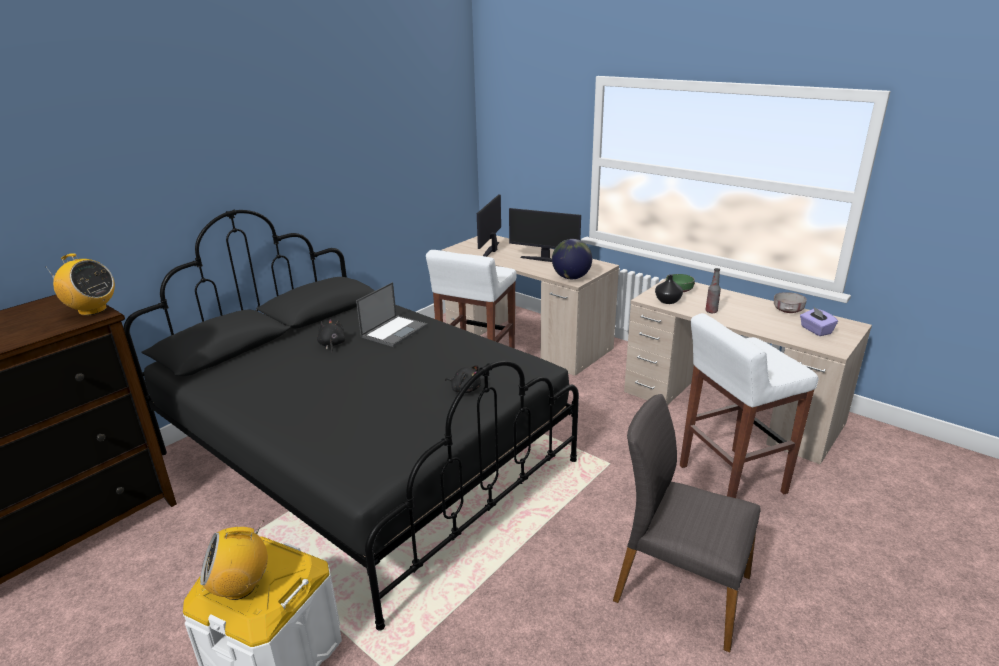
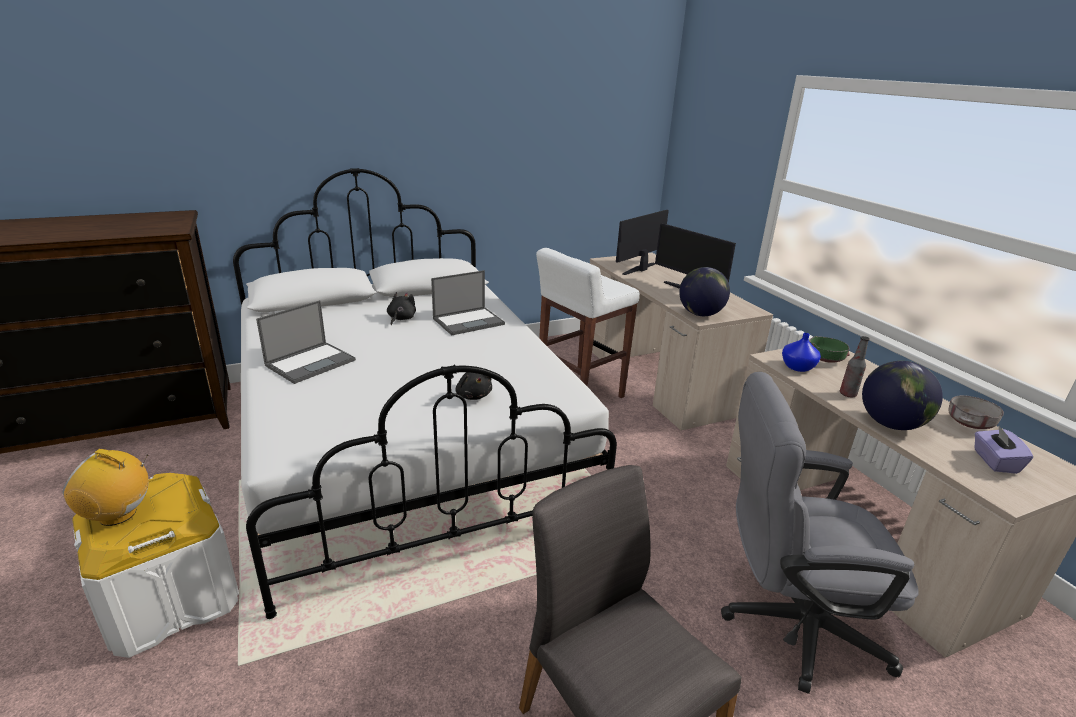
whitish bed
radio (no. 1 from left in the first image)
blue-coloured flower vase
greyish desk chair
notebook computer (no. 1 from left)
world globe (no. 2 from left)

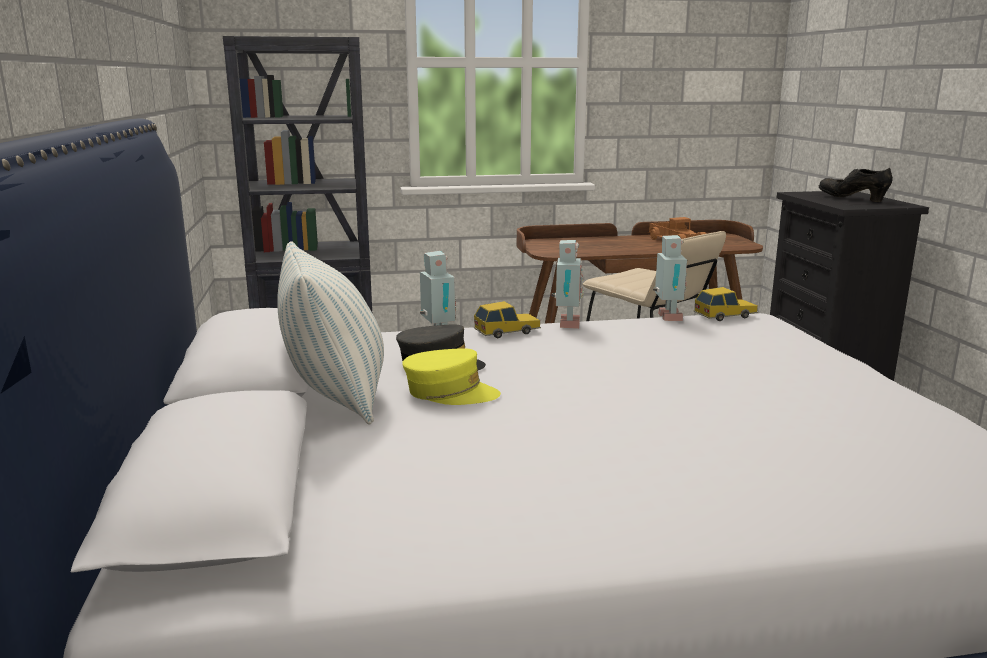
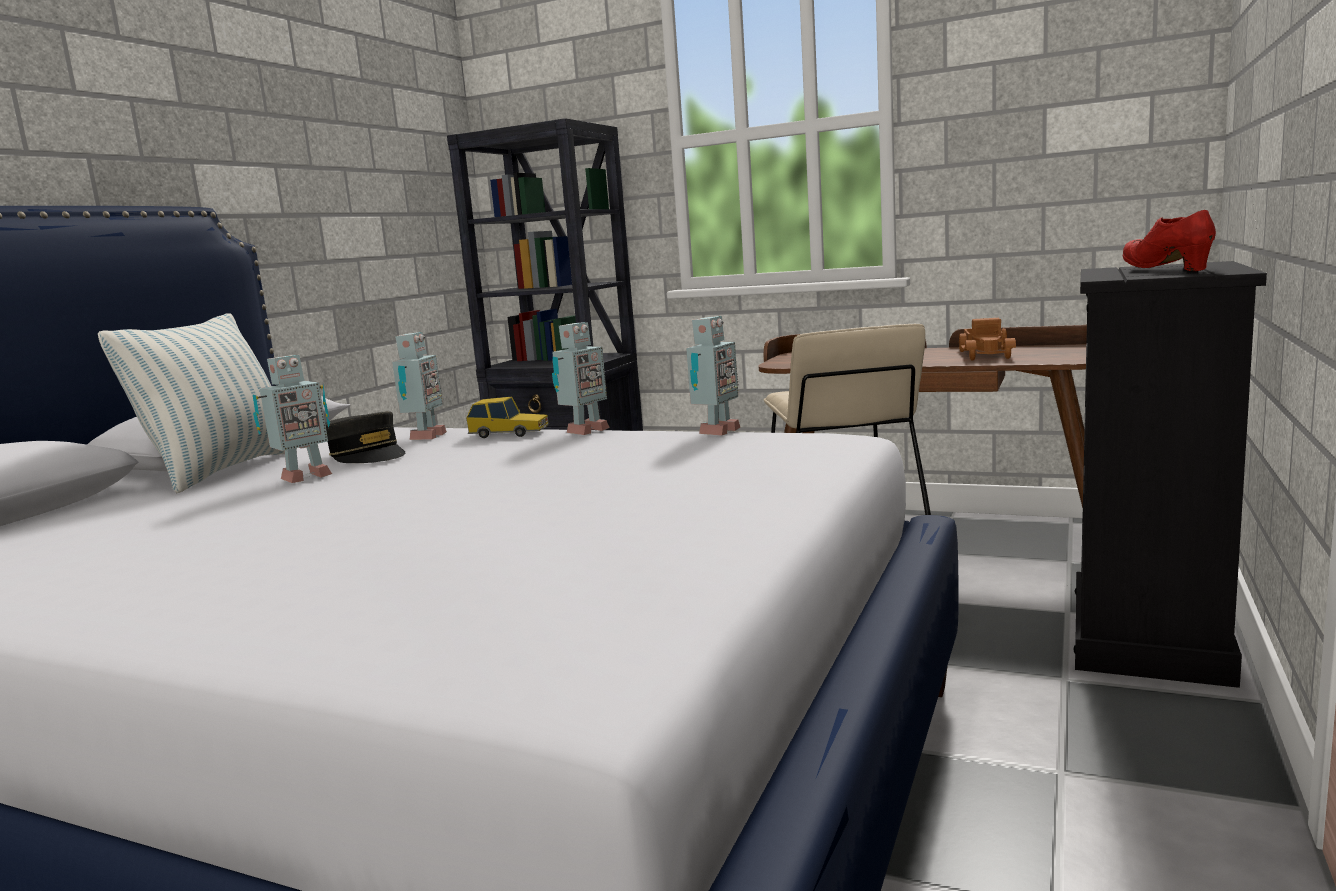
red-coloured shoe
miniature car (no. 2 from left in the first image)
model robot (no. 1 from left)

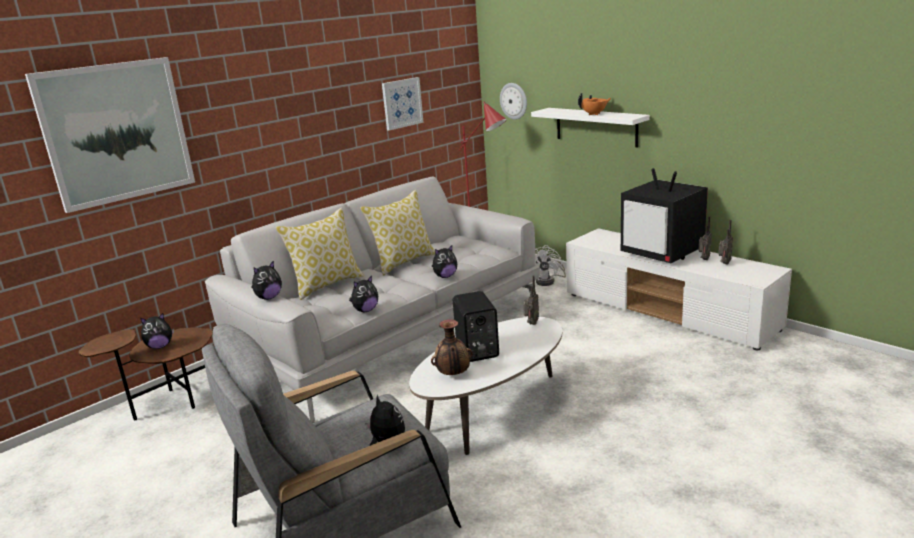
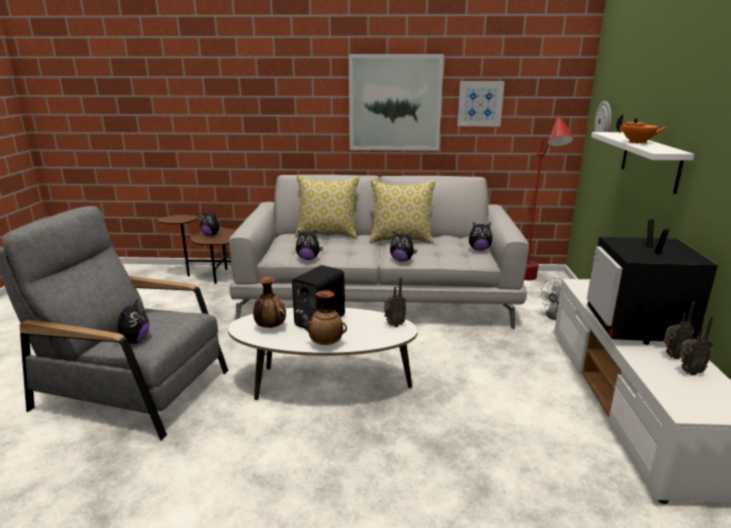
wall picture (no. 1 from left)
cuddly toy (no. 5 from left)
flower vase (no. 2 from left)

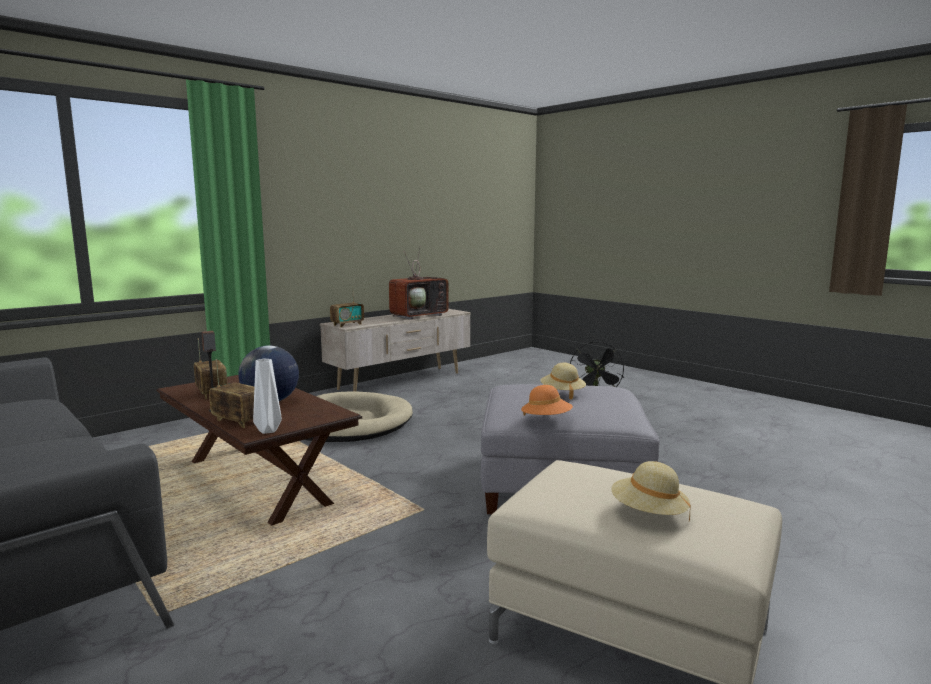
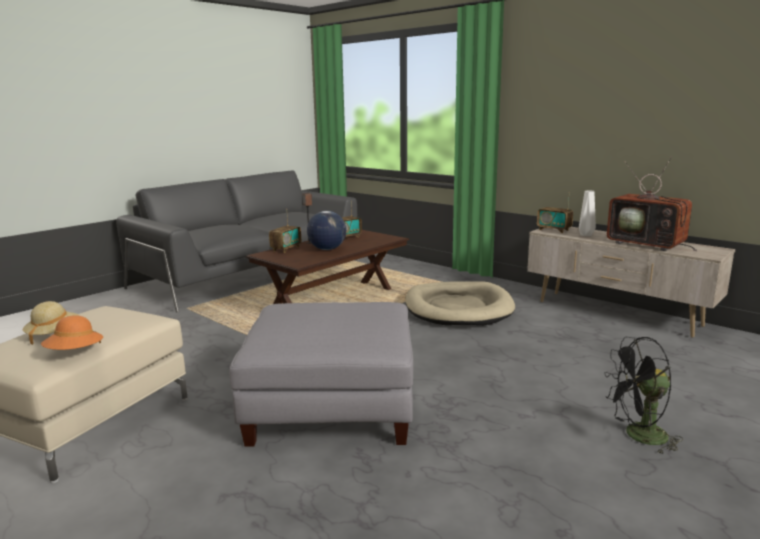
whitish flower vase
sand-coloured clothing hat (no. 1 from left in the first image)
orangey clothing hat

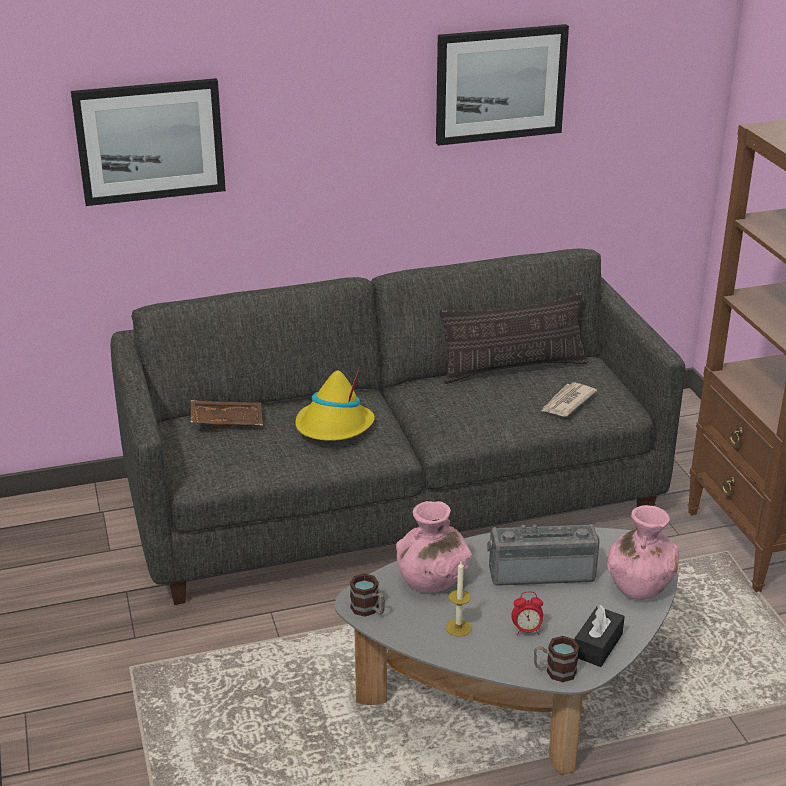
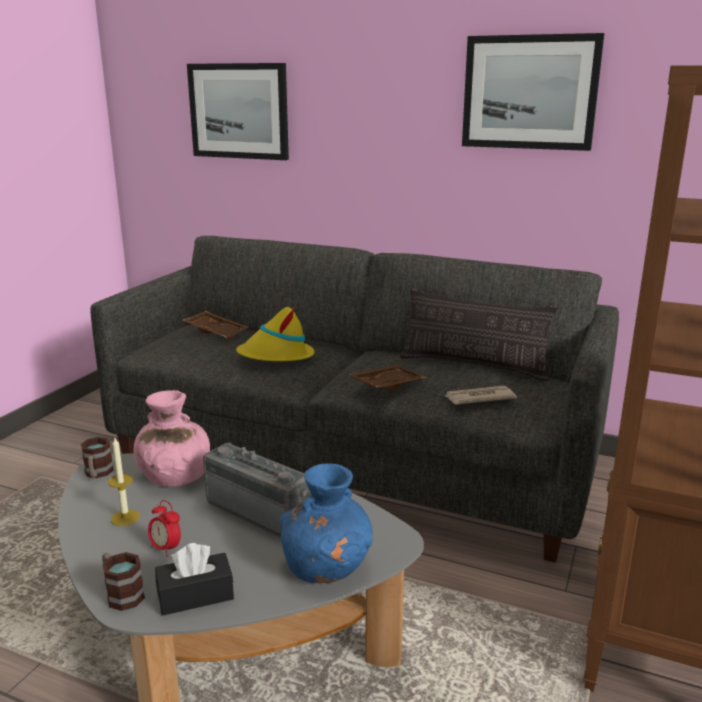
blue-coloured flower vase
brown serving tray (no. 2 from left)

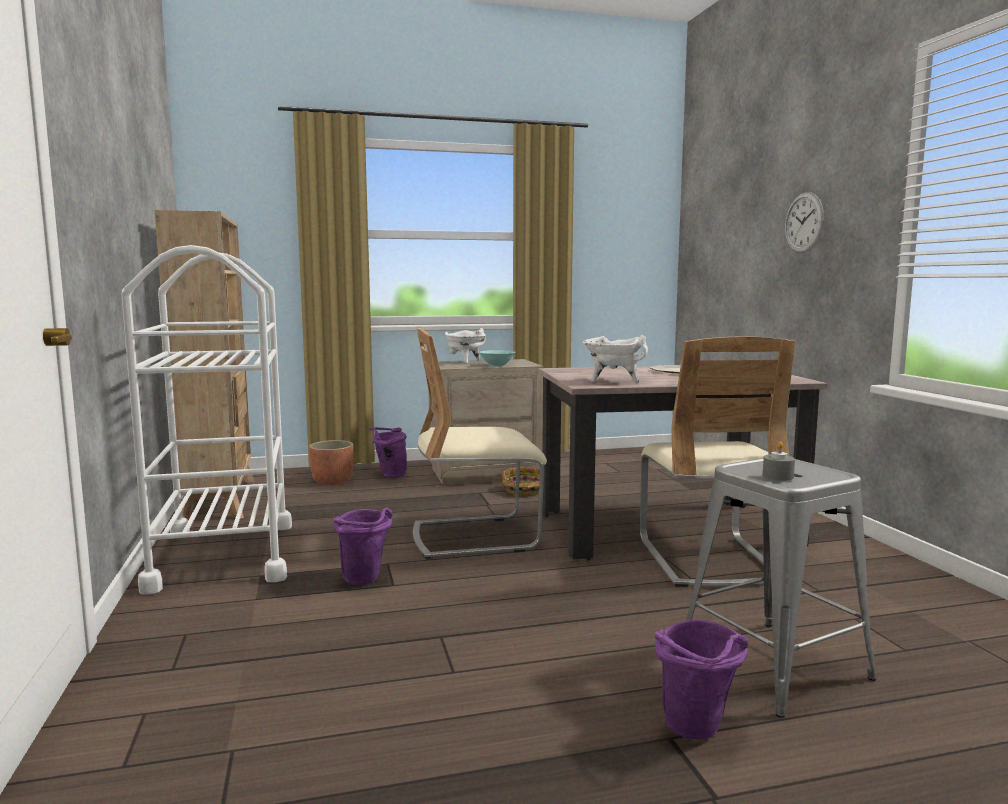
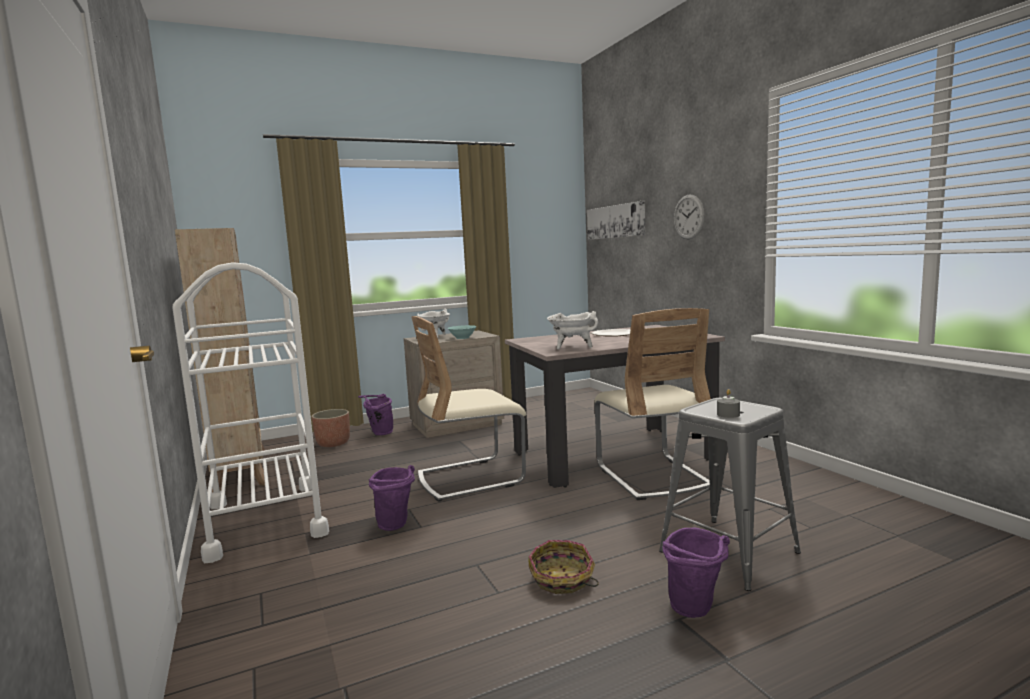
household basket
wall picture

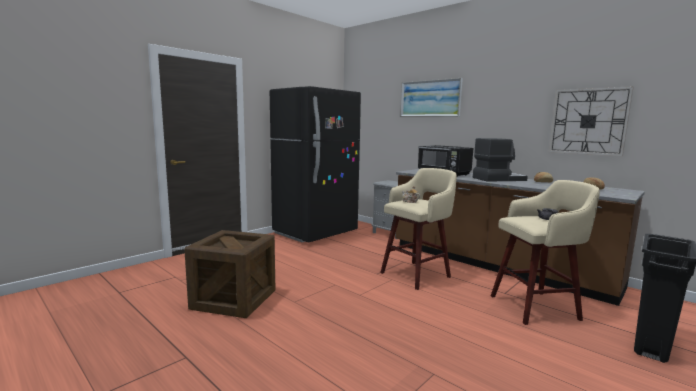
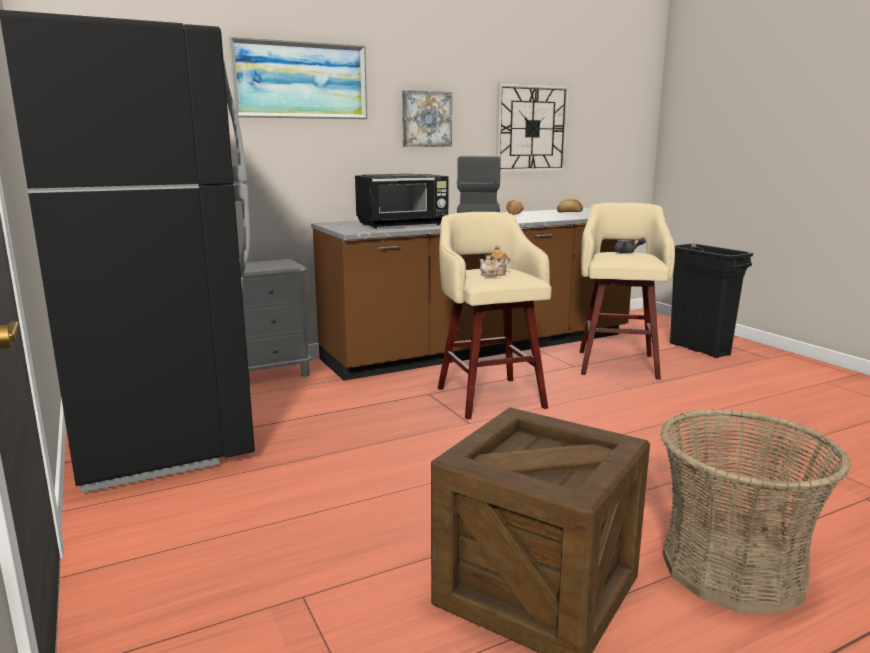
wall picture (no. 2 from left)
household basket

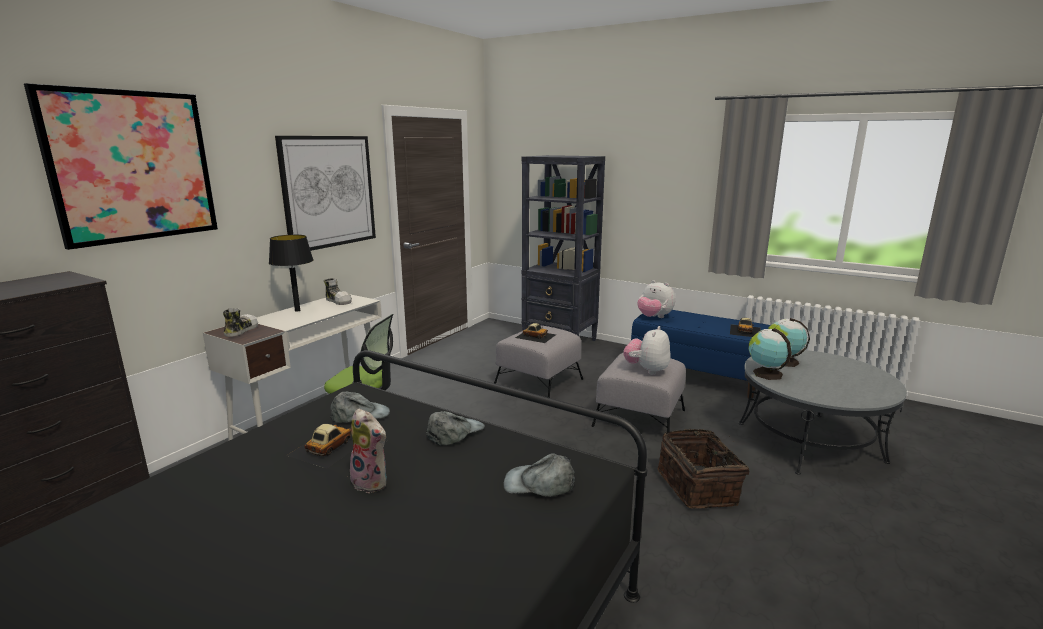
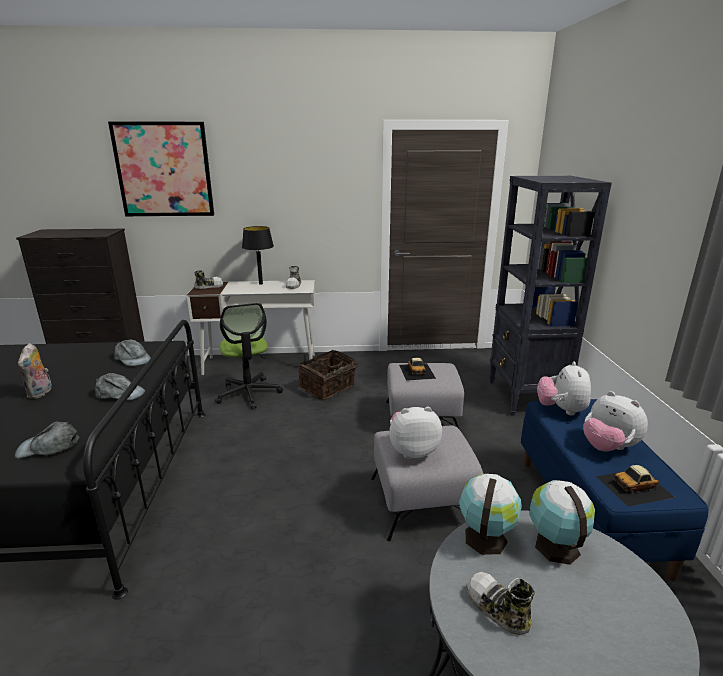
wall picture (no. 2 from left in the first image)
miniature car (no. 1 from left in the first image)
household basket
greyish peaked cap (no. 1 from left)
cuddly toy (no. 4 from left)
shoe (no. 3 from left)

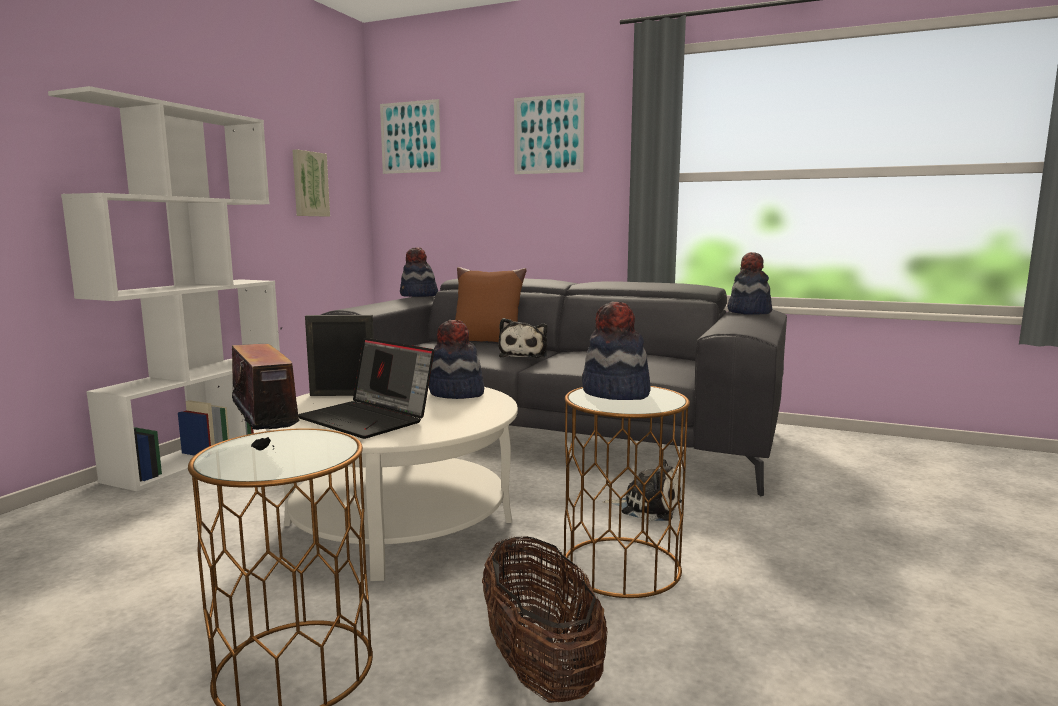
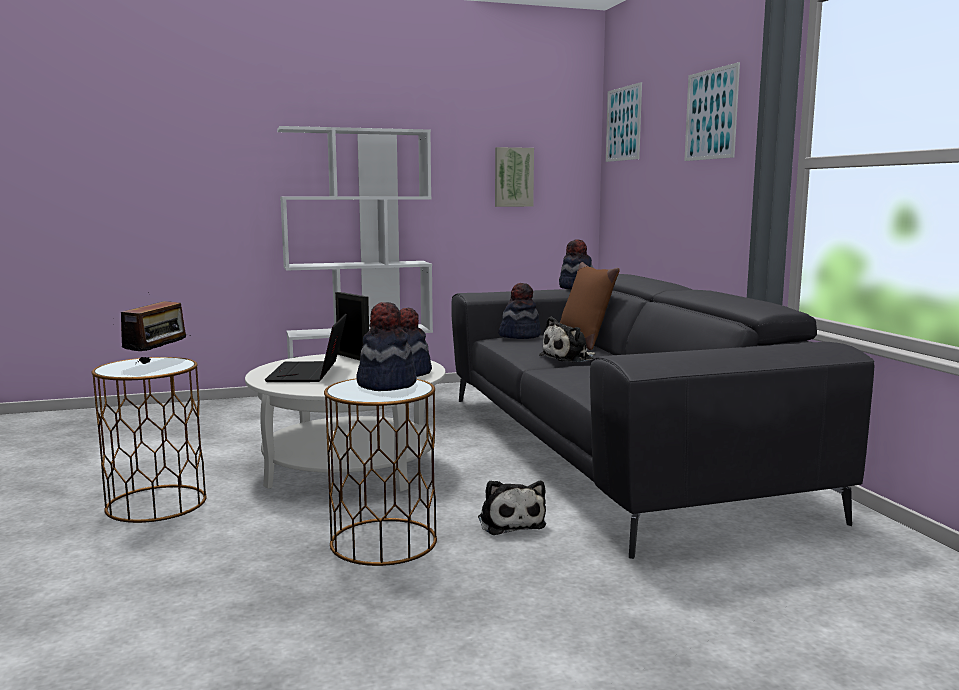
clothing hat (no. 3 from left)
household basket

